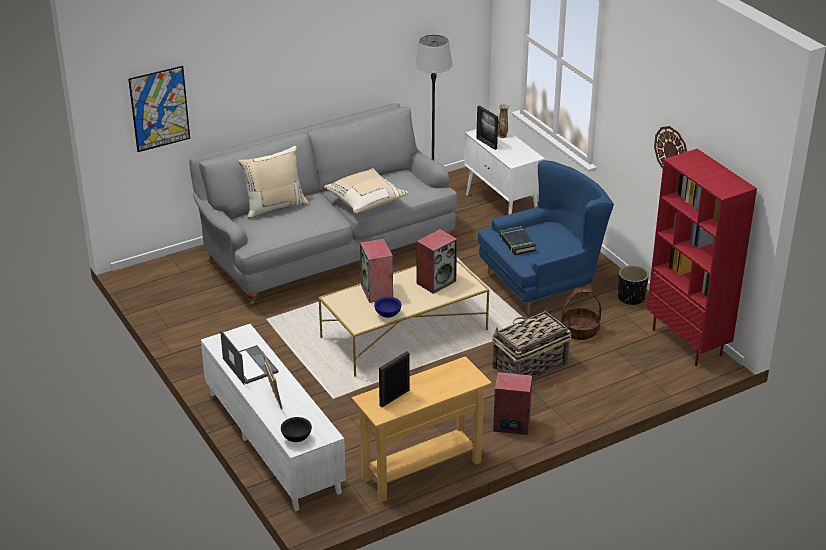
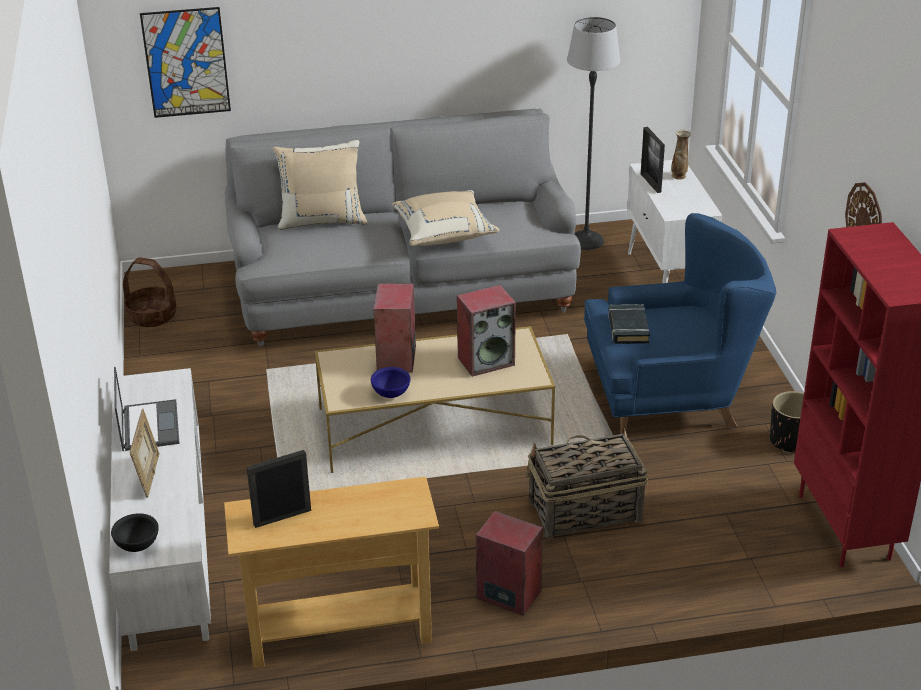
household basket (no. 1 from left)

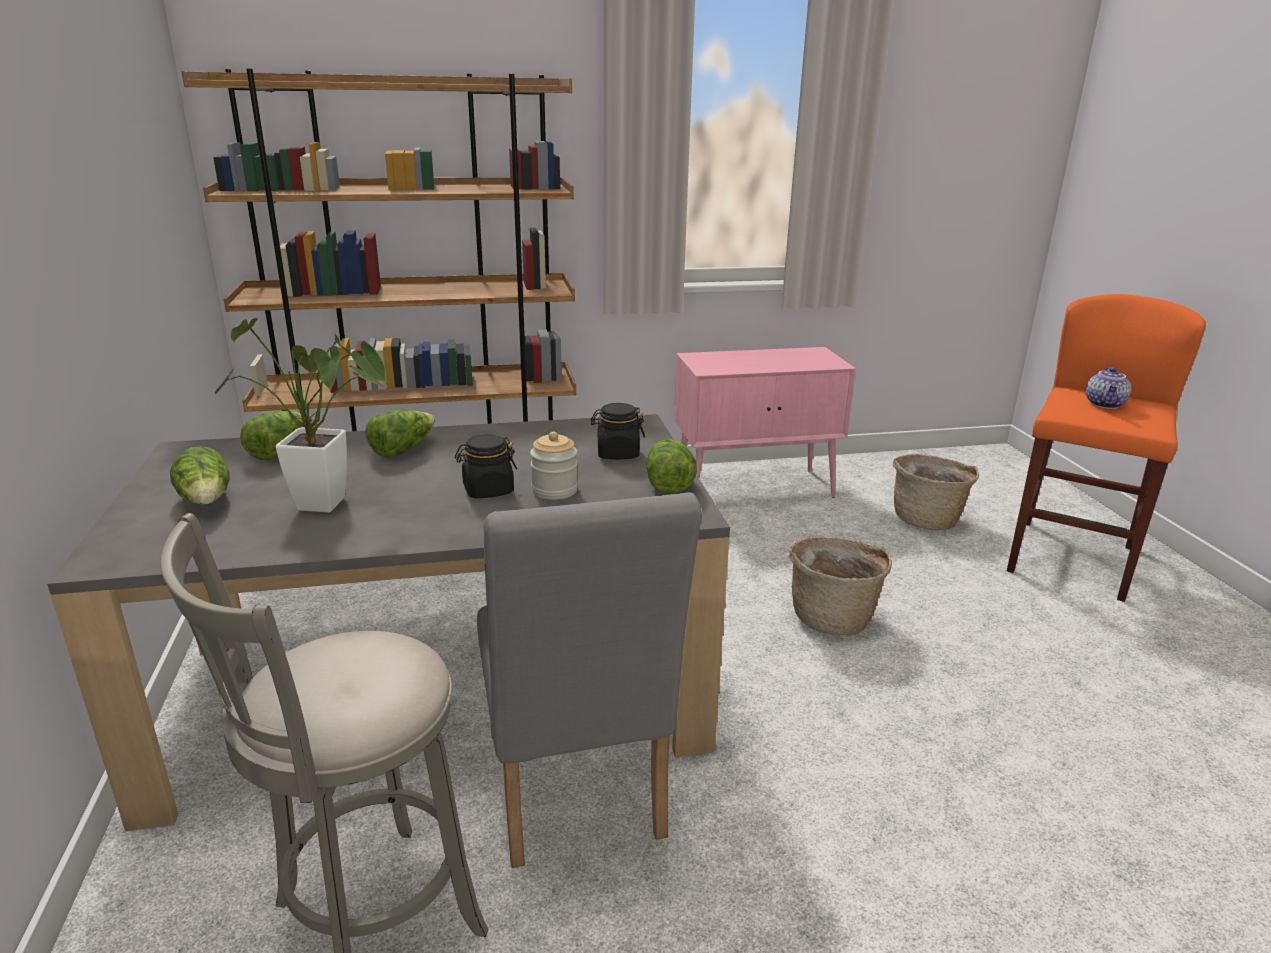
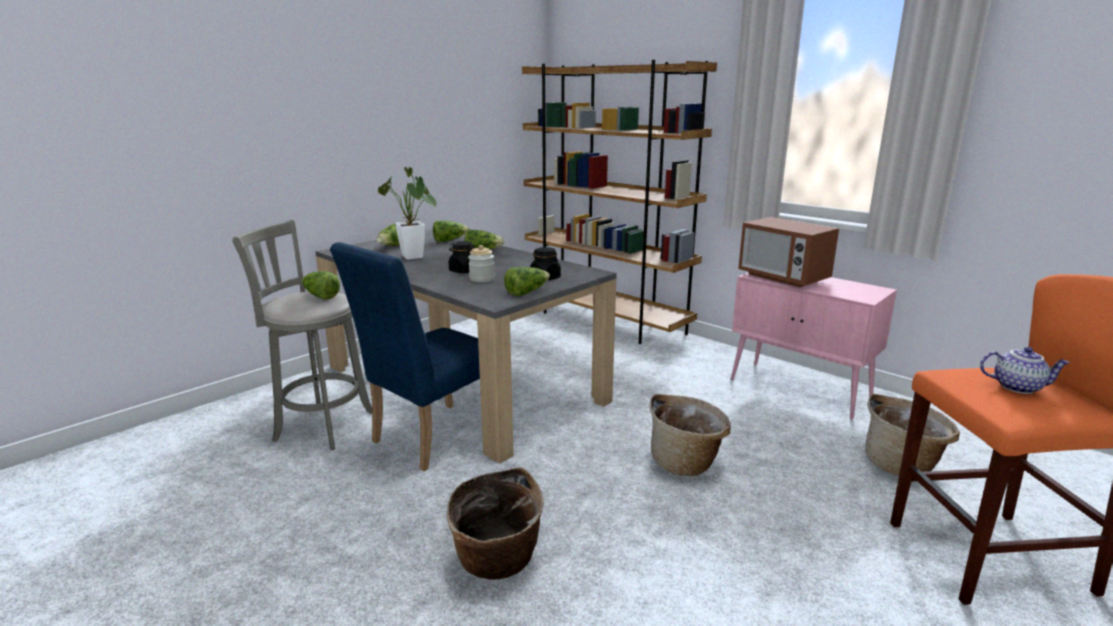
teapot
blue-coloured upright chair
microwave oven
lettuce (no. 1 from left)
household basket (no. 1 from left)

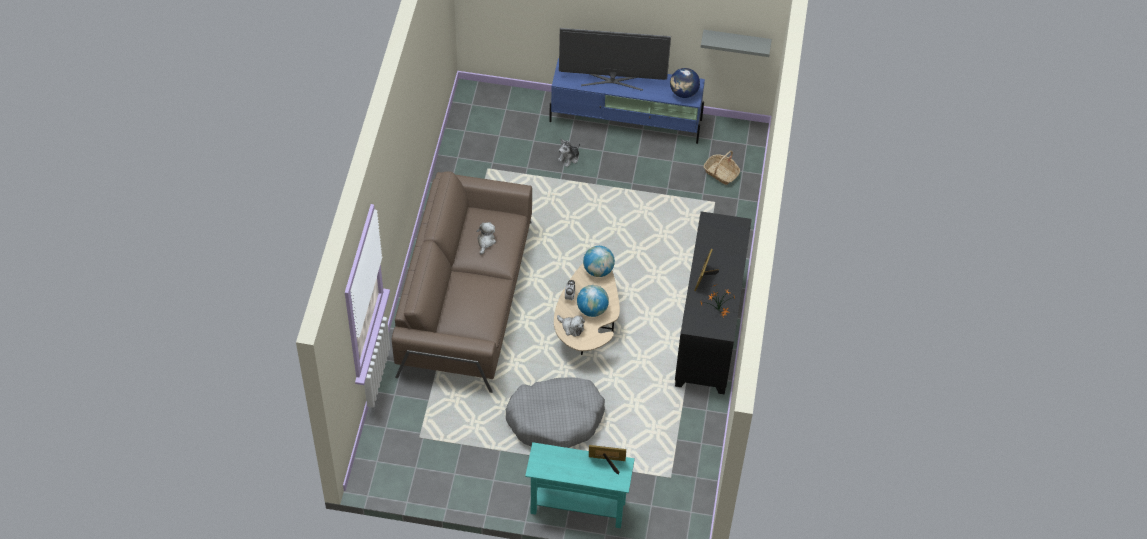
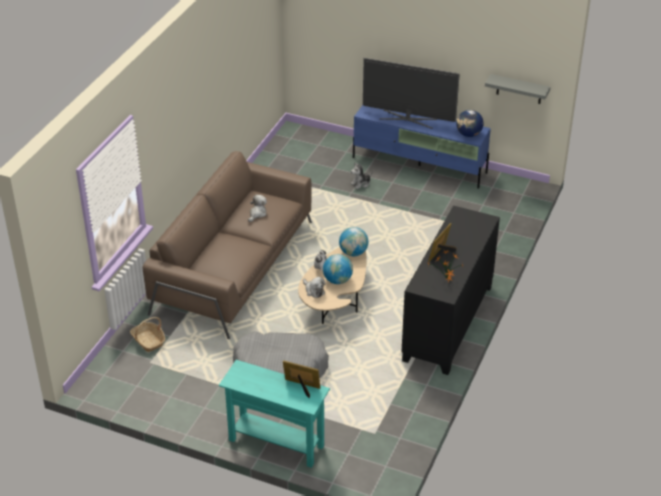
household basket

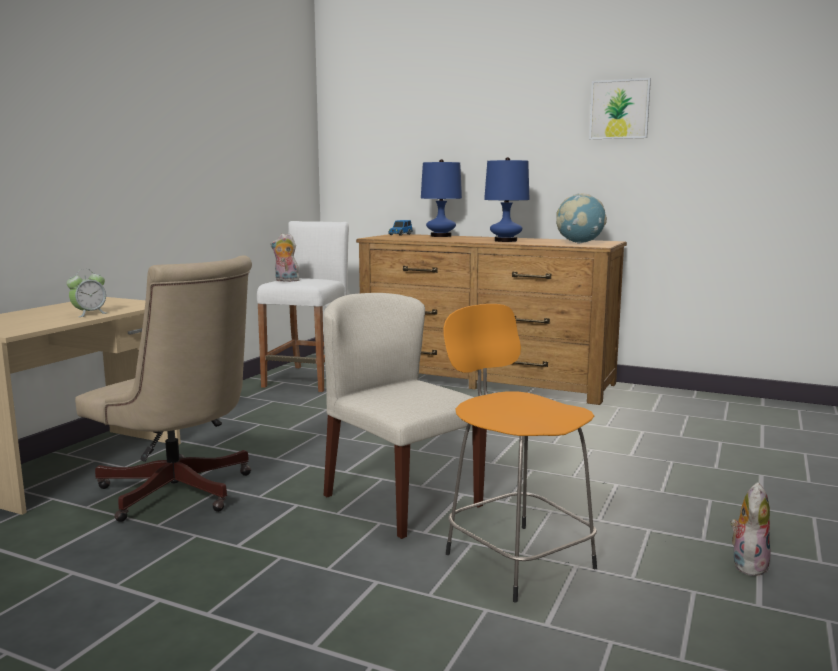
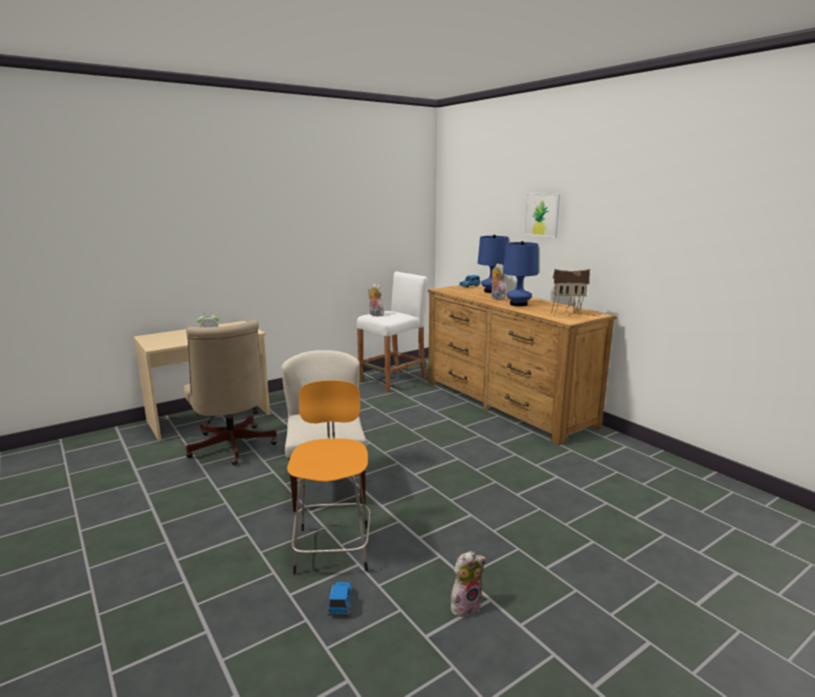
wall picture
model house
cuddly toy (no. 3 from left)
miniature car (no. 1 from left)

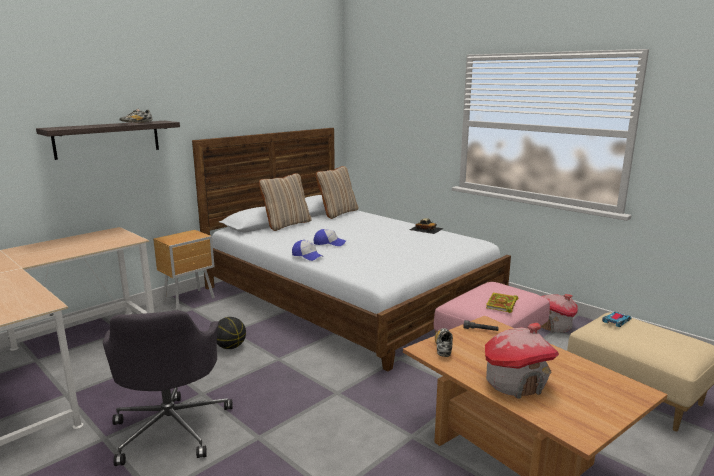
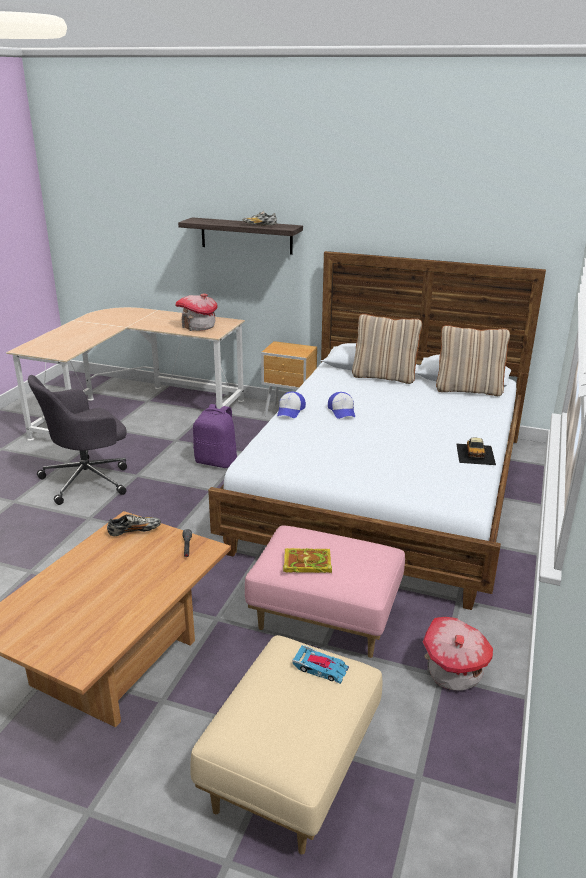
purple-coloured knapsack
model house (no. 1 from left)

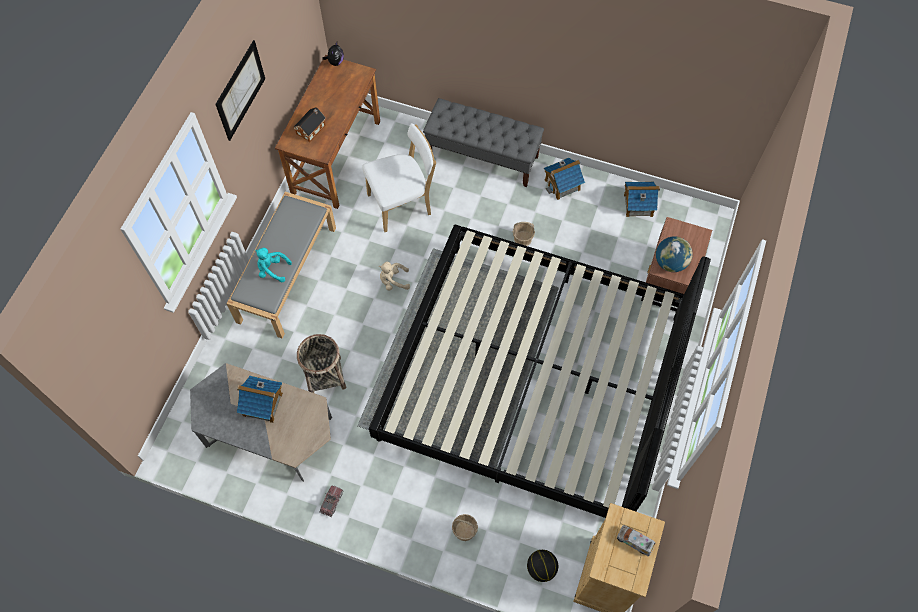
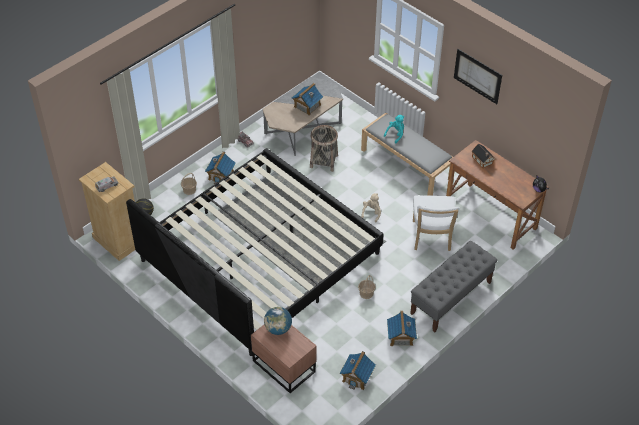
model house (no. 1 from left)

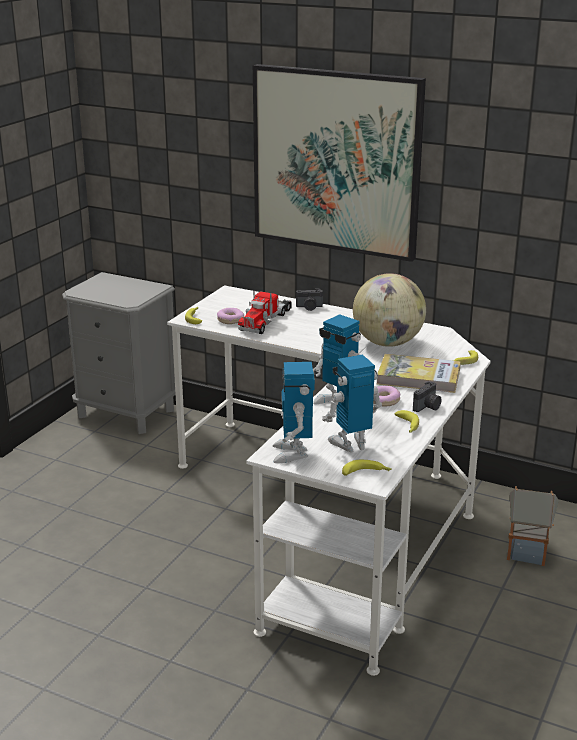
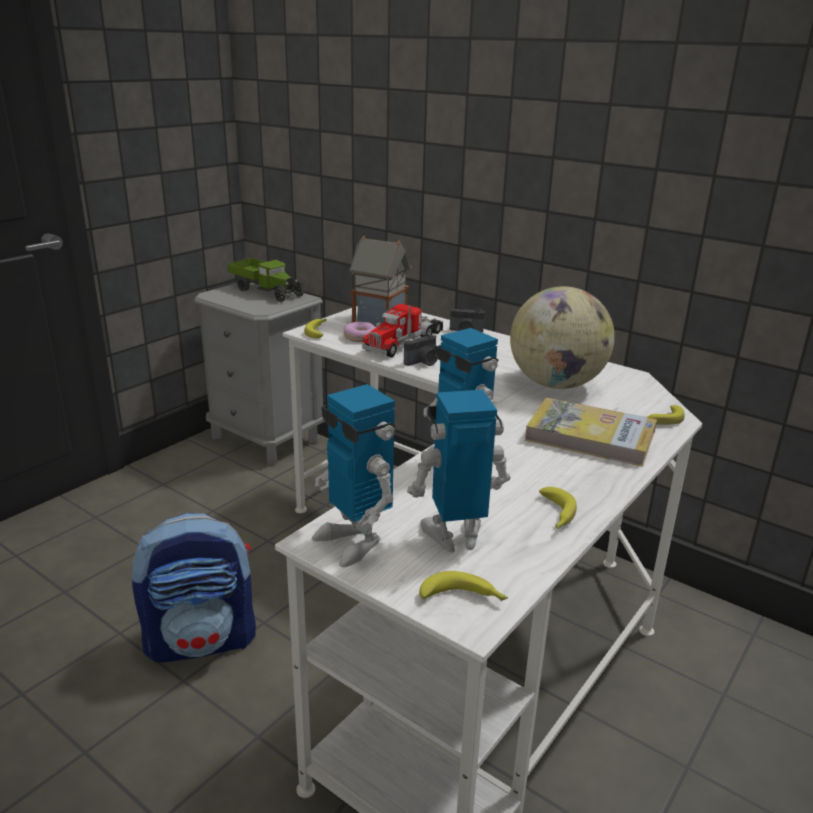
wall picture
model robot (no. 1 from left)
photo camera (no. 1 from left)
doughnut (no. 2 from left in the first image)
model house
toy lorry (no. 1 from left)
knapsack

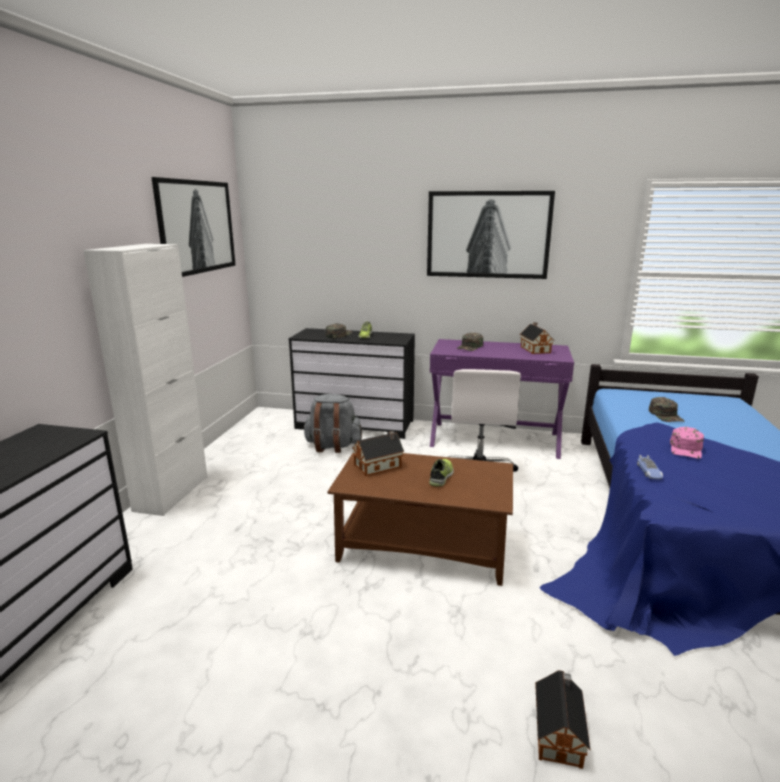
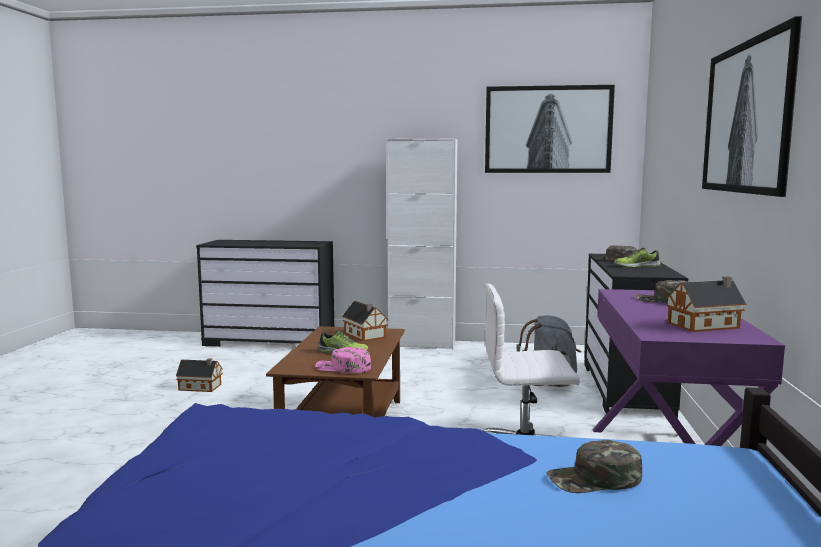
pink peaked cap
miniature car
model house (no. 1 from left)

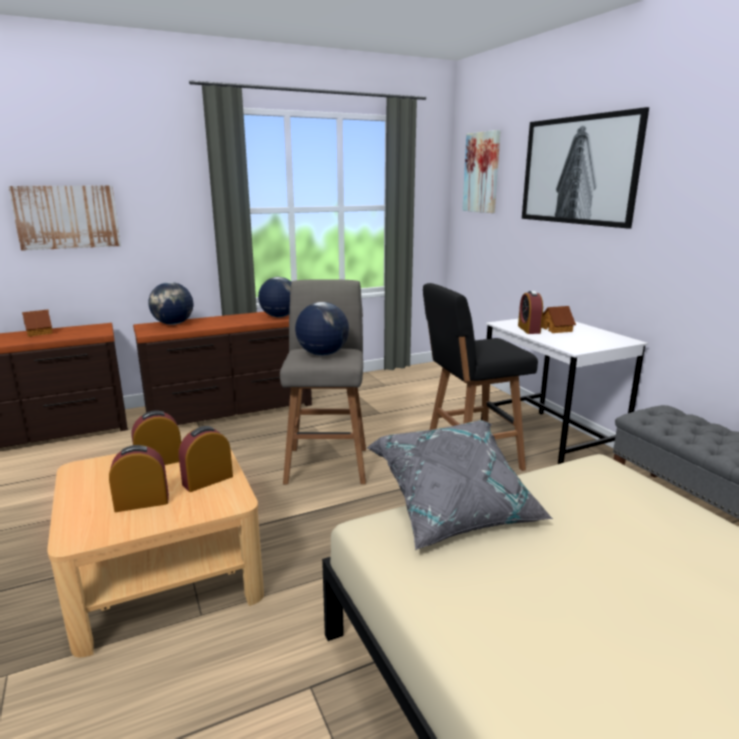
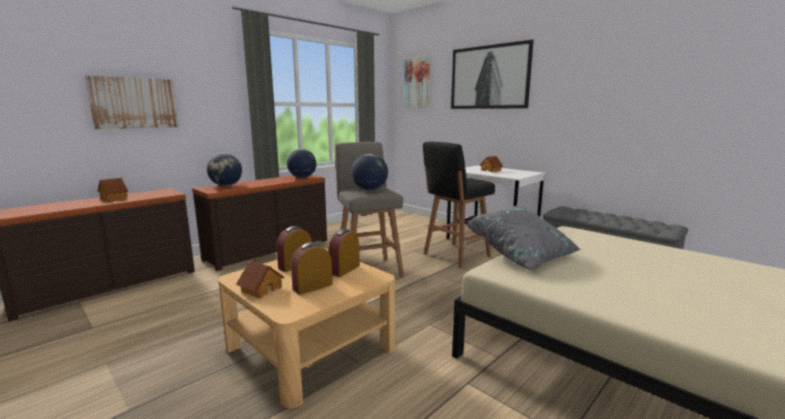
bedside clock (no. 4 from left in the first image)
model house (no. 2 from left)

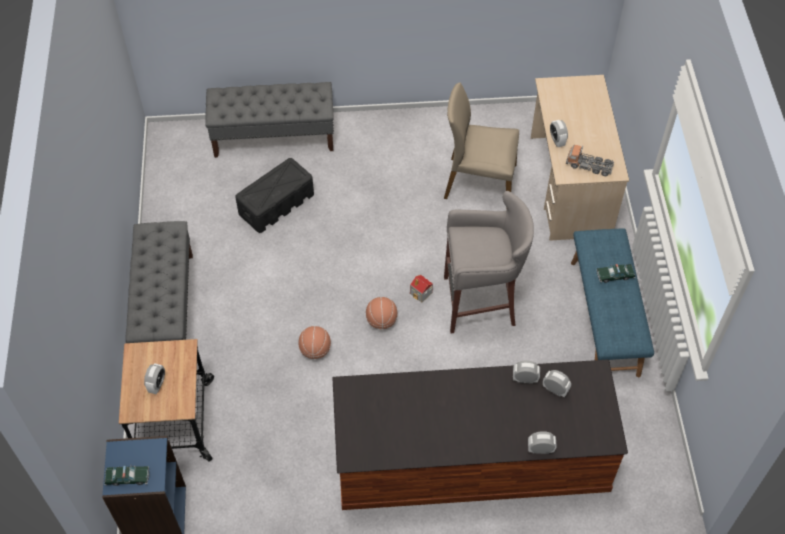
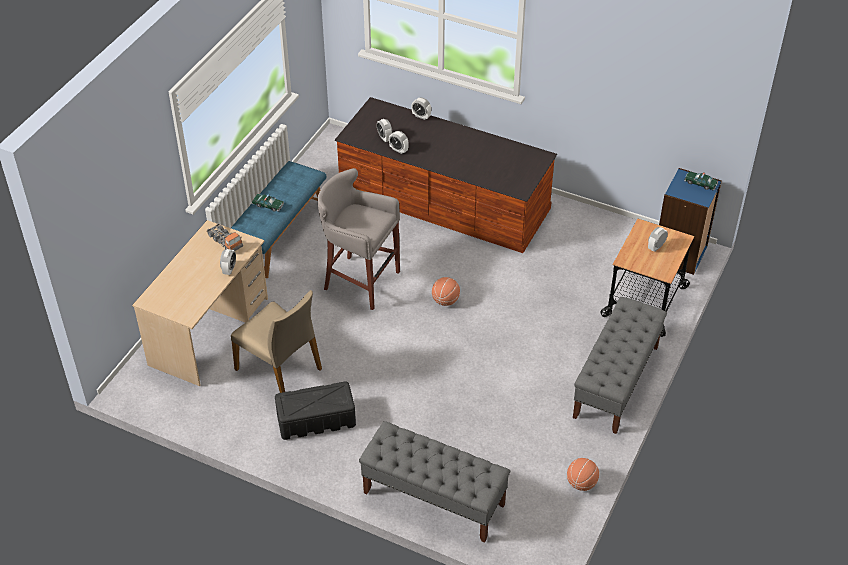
black storage container
model house
ball for basketball (no. 2 from left)

